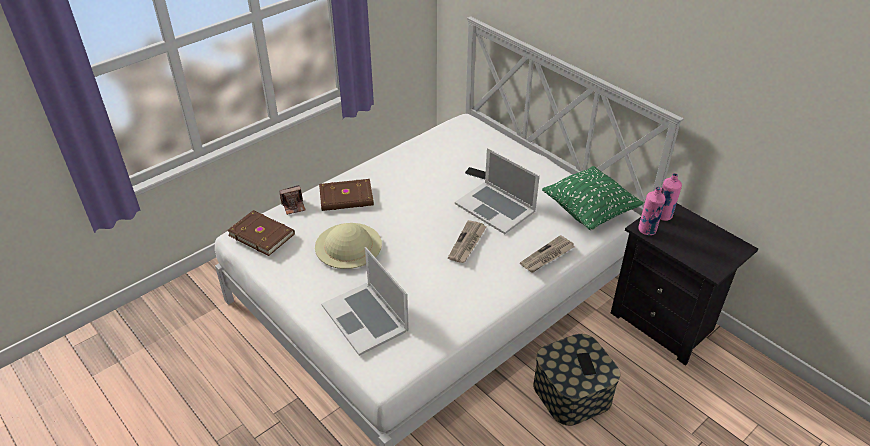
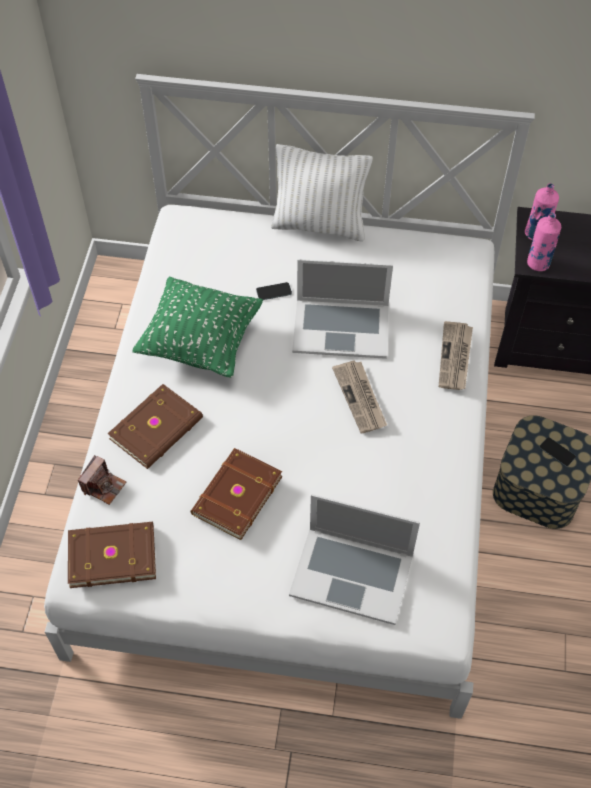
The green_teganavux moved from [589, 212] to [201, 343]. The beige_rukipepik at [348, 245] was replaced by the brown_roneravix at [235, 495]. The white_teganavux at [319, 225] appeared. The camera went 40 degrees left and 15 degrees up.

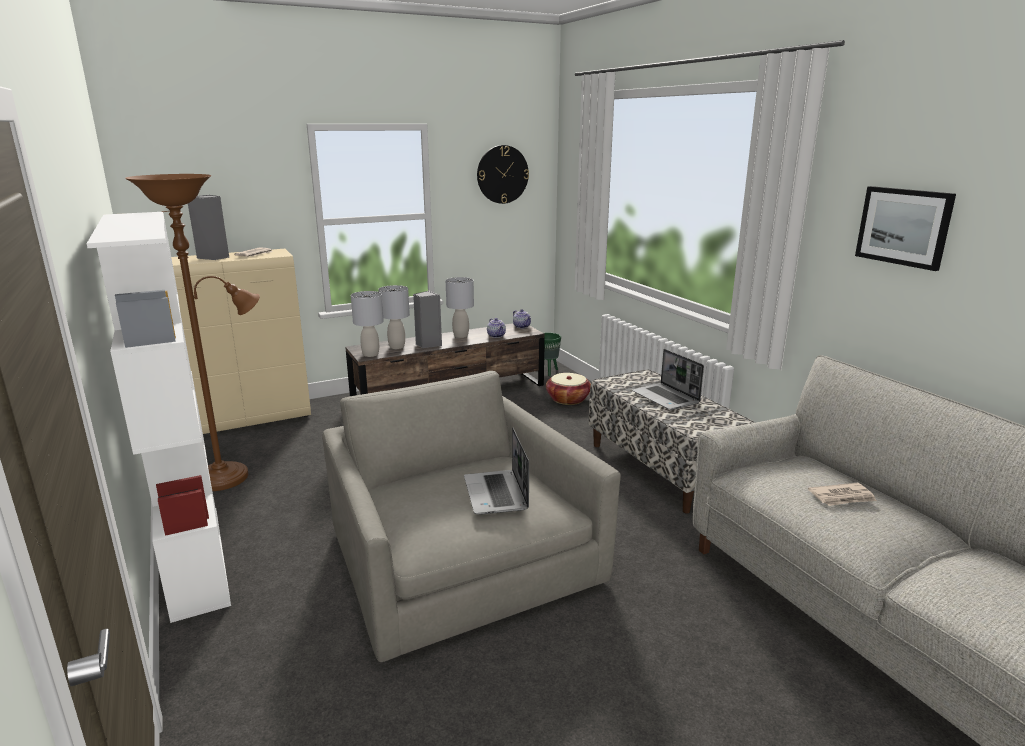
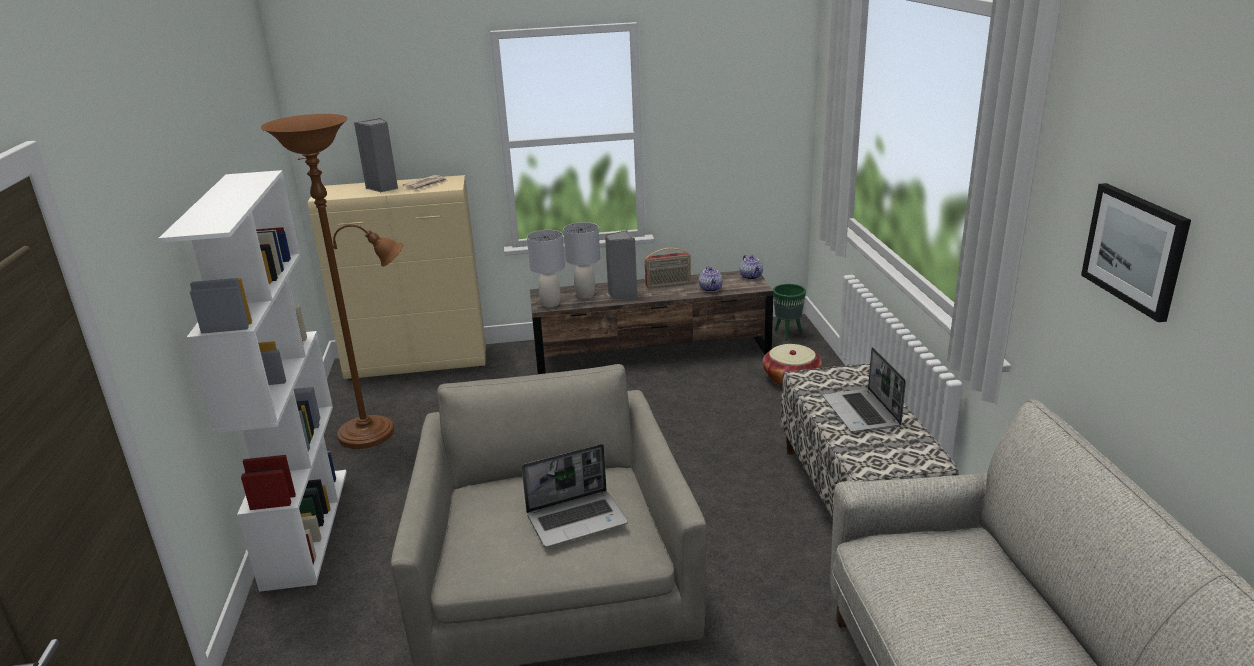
The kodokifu at [496, 494] turned 120 degrees counterclockwise. The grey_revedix at [461, 335] was replaced by the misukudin at [668, 285]. The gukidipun at [502, 174] disappeared. The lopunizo at [842, 497] disappeared. The camera went 20 degrees right and 5 degrees up.

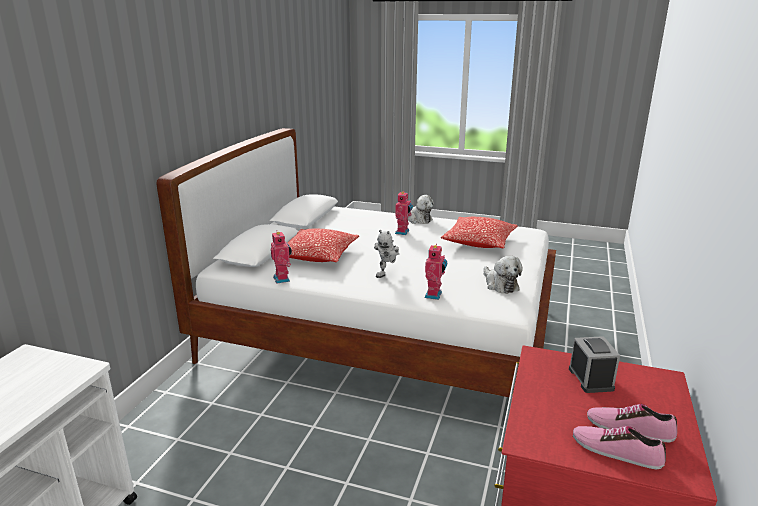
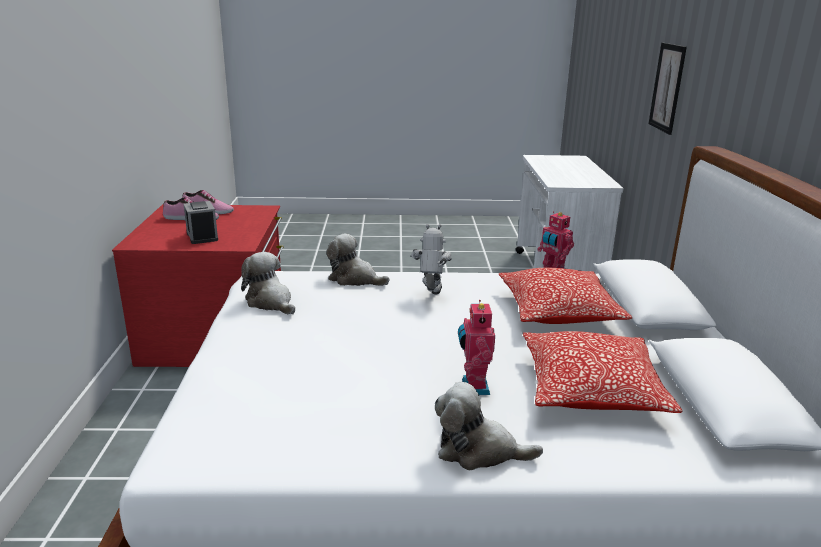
The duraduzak at [434, 295] was replaced by the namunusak at [354, 279]. The teganavux moved from [479, 242] to [591, 390]. The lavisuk at [667, 87] appeared. The camera went 160 degrees right and 0 degrees up.

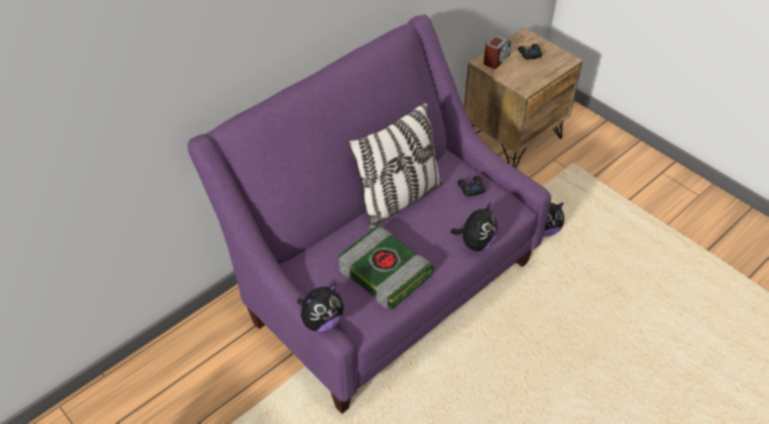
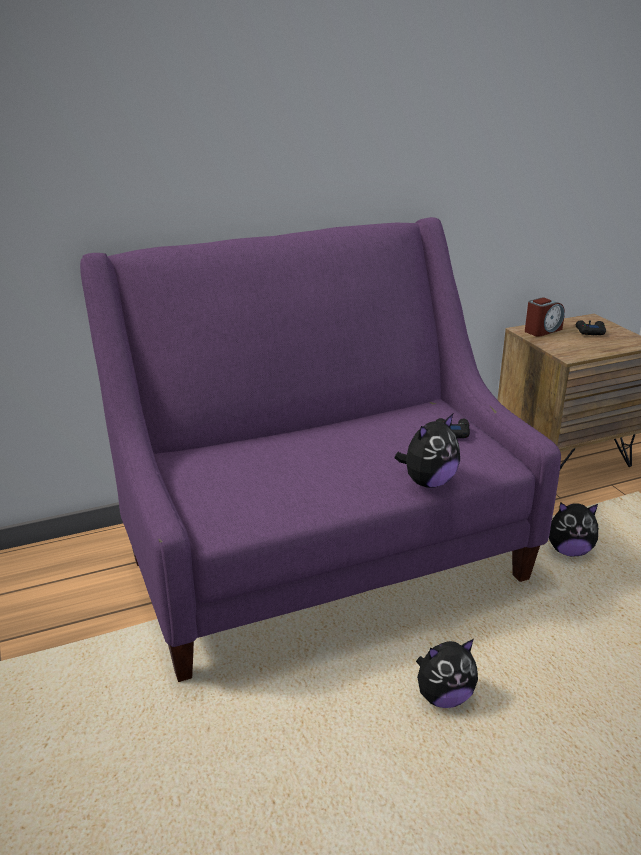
The namunusak moved from [322, 321] to [443, 697]. The roneravix at [386, 272] disappeared. The teganavux at [398, 199] disappeared. The camera went 20 degrees right and 20 degrees down.

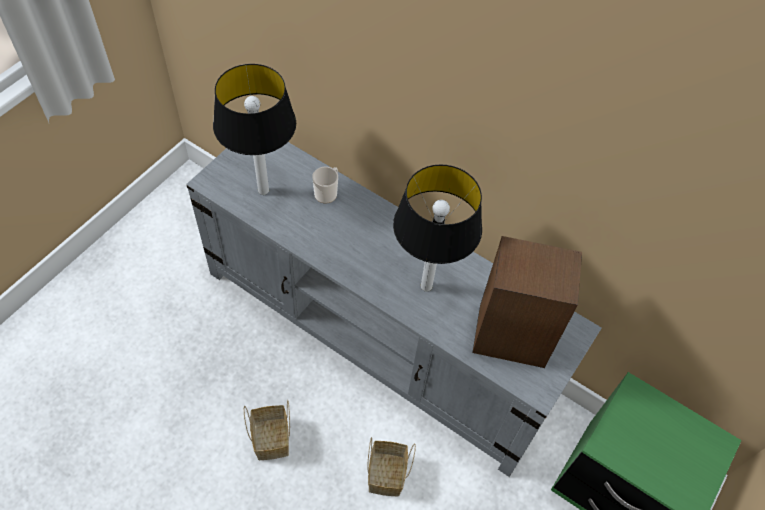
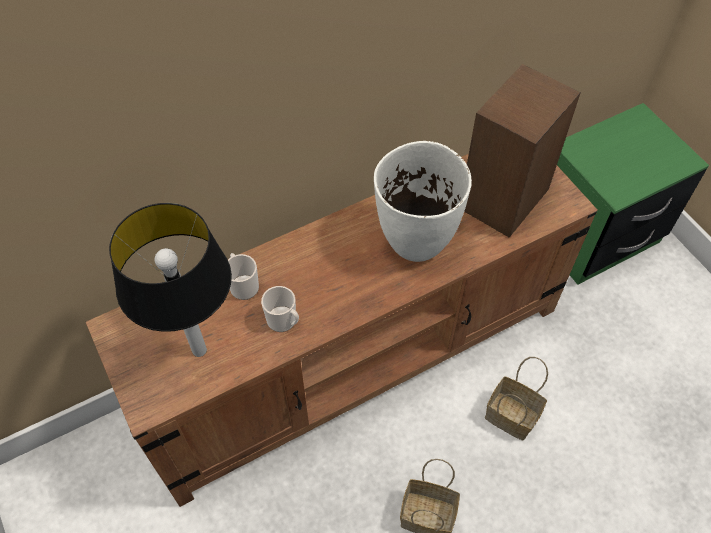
The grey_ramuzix at [378, 336] became the brown_ramuzix at [355, 358]. The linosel at [284, 321] appeared. The revedix at [427, 287] was replaced by the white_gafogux at [416, 242]. The camera went 60 degrees left and 0 degrees up.

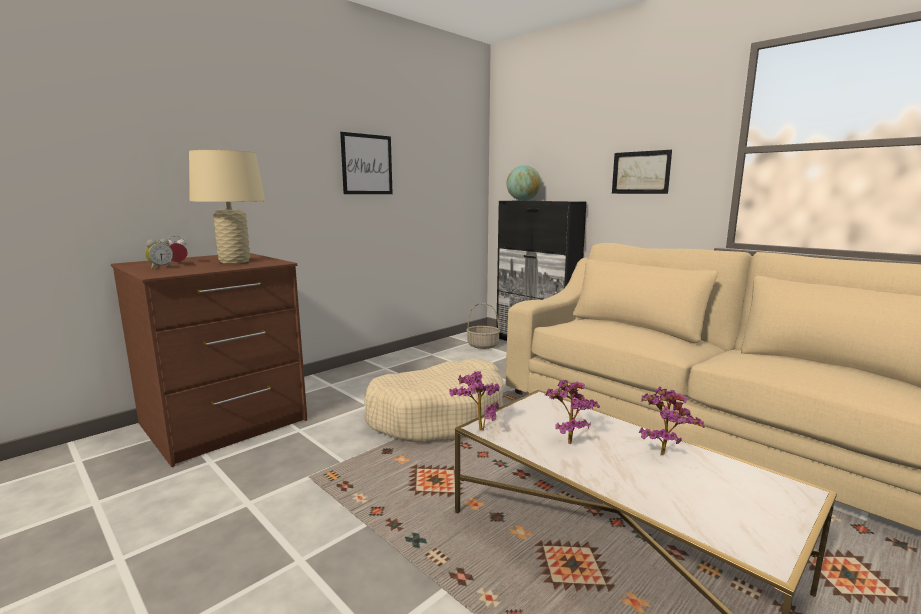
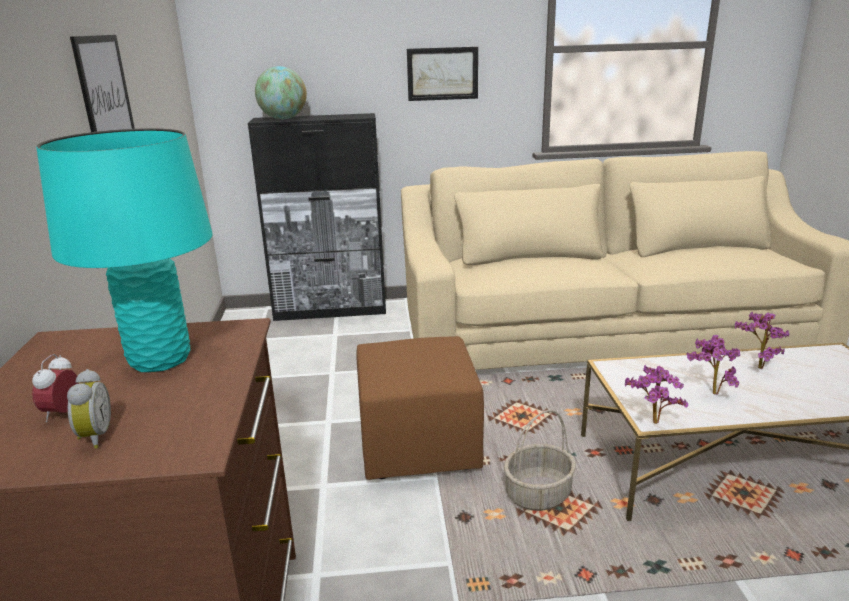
The beige_revedix at [234, 262] became the turquoise_revedix at [160, 359]. The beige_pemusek at [438, 415] was replaced by the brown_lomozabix at [419, 446]. The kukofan moved from [482, 345] to [538, 495]. The camera went 50 degrees left and 10 degrees up.

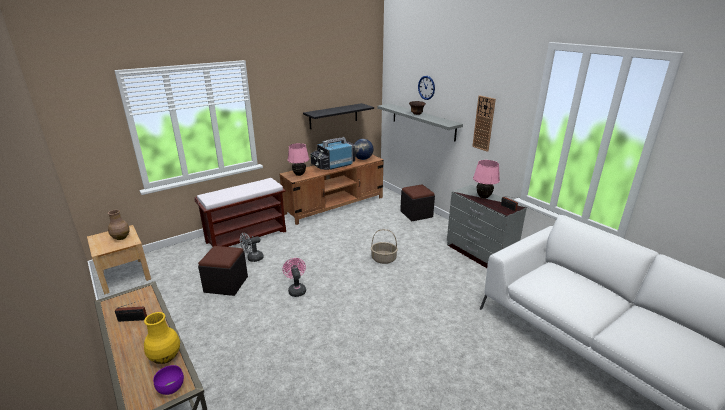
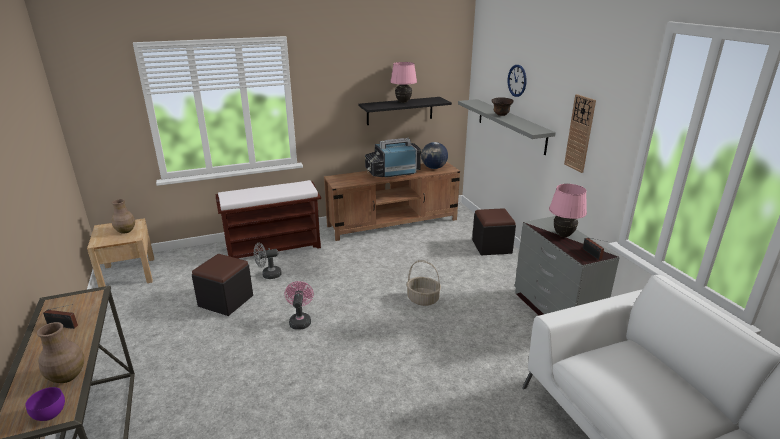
The yellow_gafogux at [165, 357] became the brown_gafogux at [66, 376]. The pink_revedix moved from [299, 175] to [403, 102]. The camera went 15 degrees right and 0 degrees up.

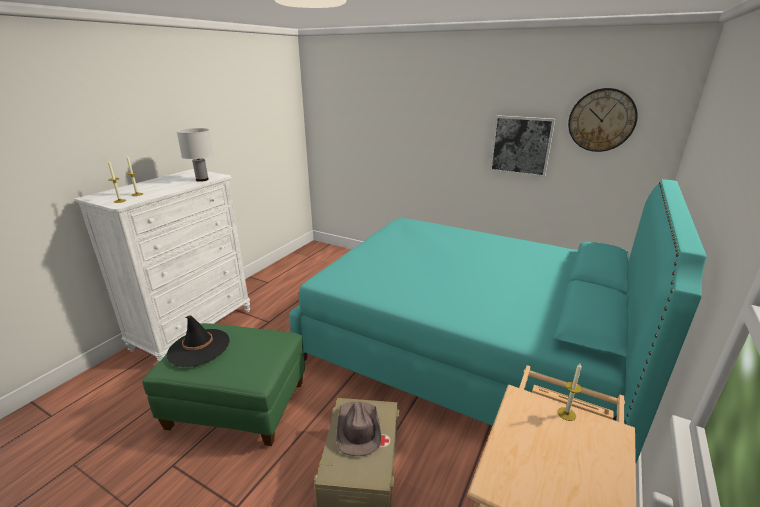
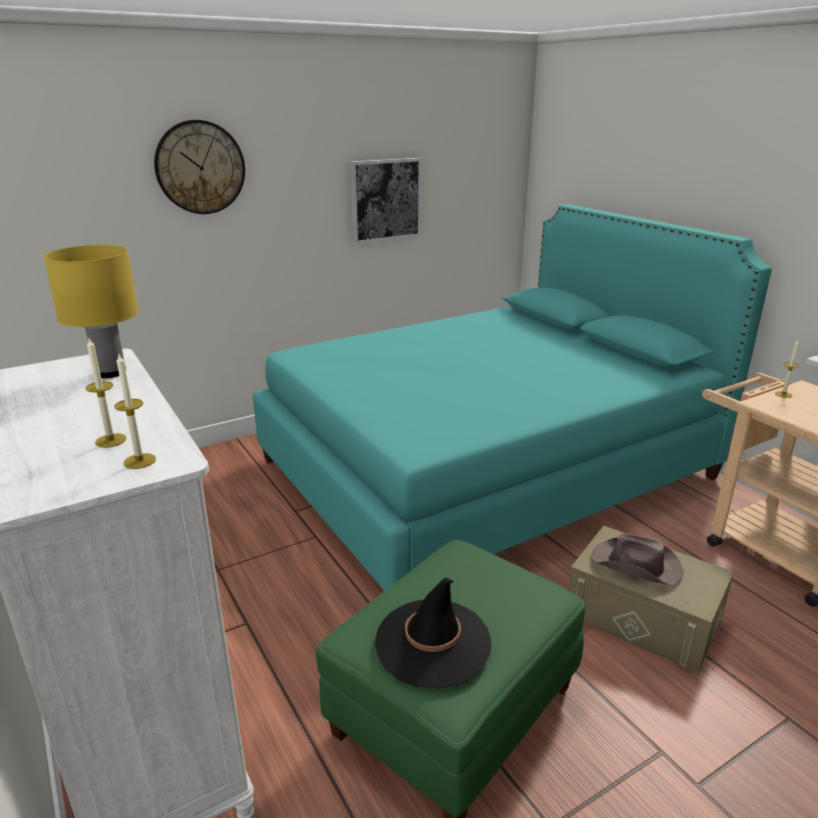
The white_revedix at [202, 179] became the yellow_revedix at [109, 372]. The gukidipun moved from [601, 120] to [200, 167]. The camera went 60 degrees left and 0 degrees up.

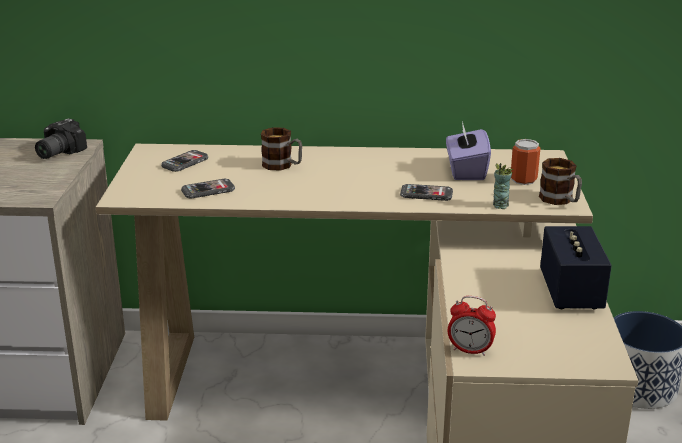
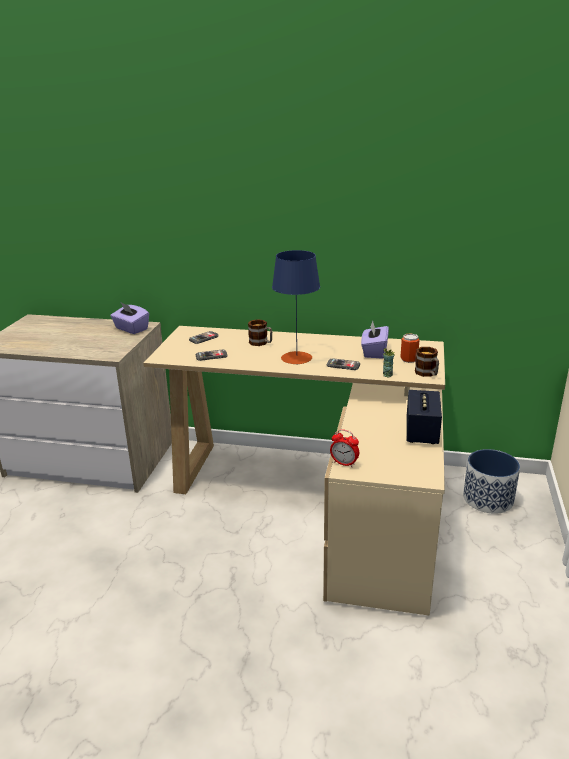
The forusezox at [56, 152] was replaced by the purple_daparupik at [131, 329]. The blue_revedix at [296, 358] appeared. The camera went 10 degrees right and 0 degrees up.

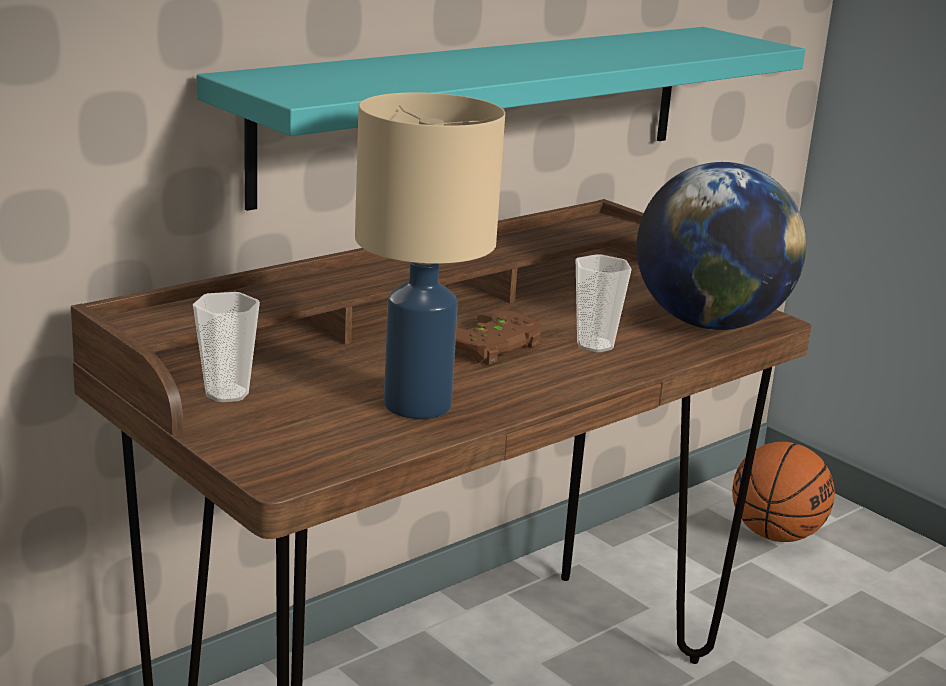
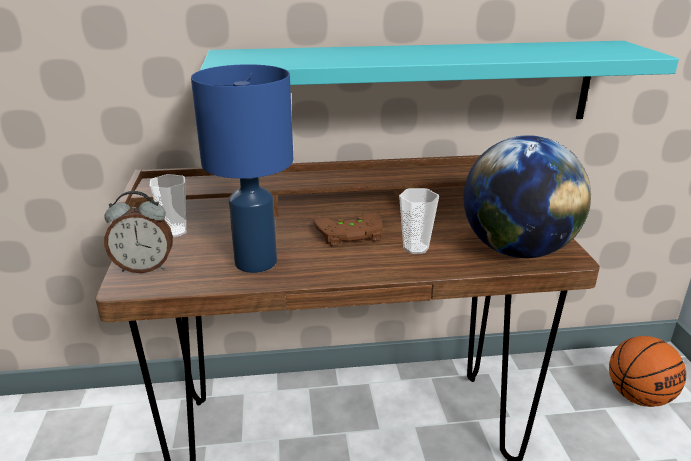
The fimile at [144, 267] appeared. The beige_revedix at [416, 405] became the blue_revedix at [254, 262]. The camera went 35 degrees right and 5 degrees up.

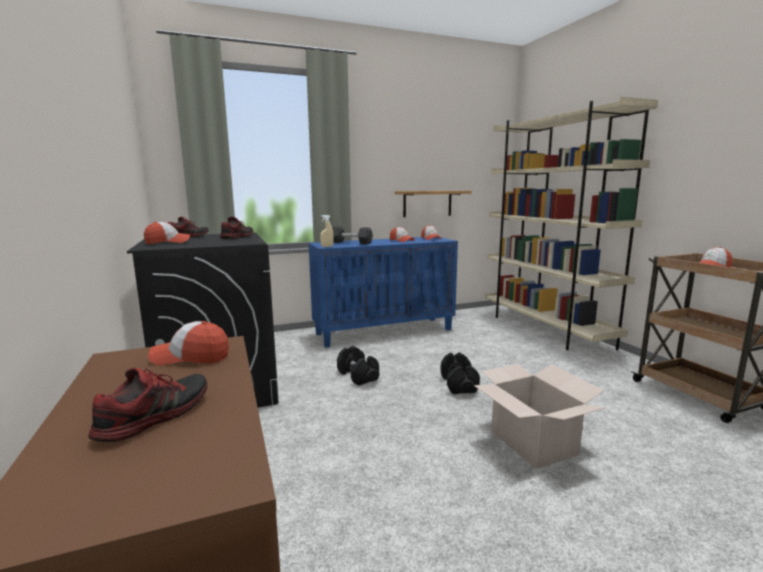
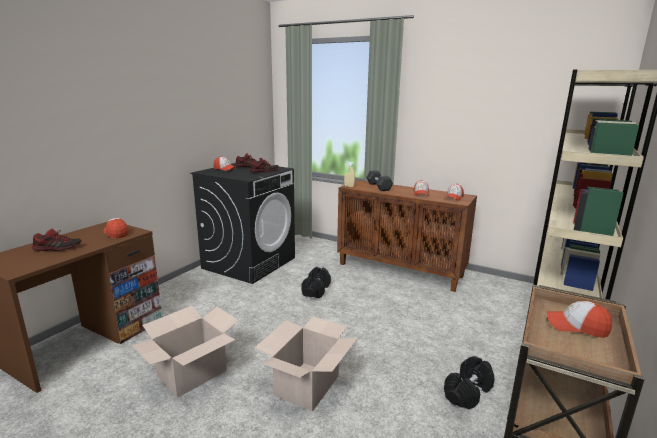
The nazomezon at [192, 373] appeared. The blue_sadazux at [384, 331] became the brown_sadazux at [401, 270]. The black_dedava moved from [459, 384] to [468, 392]. The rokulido at [427, 203] disappeared. The camera went 50 degrees right and 5 degrees up.

